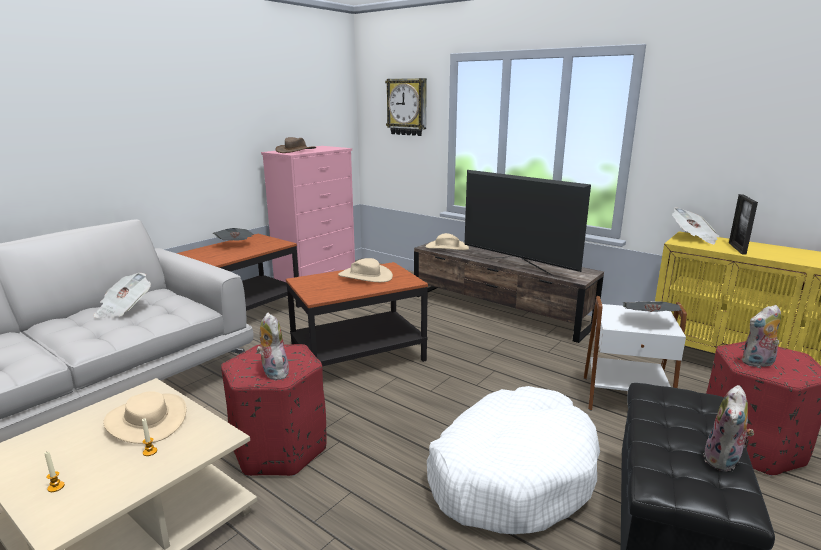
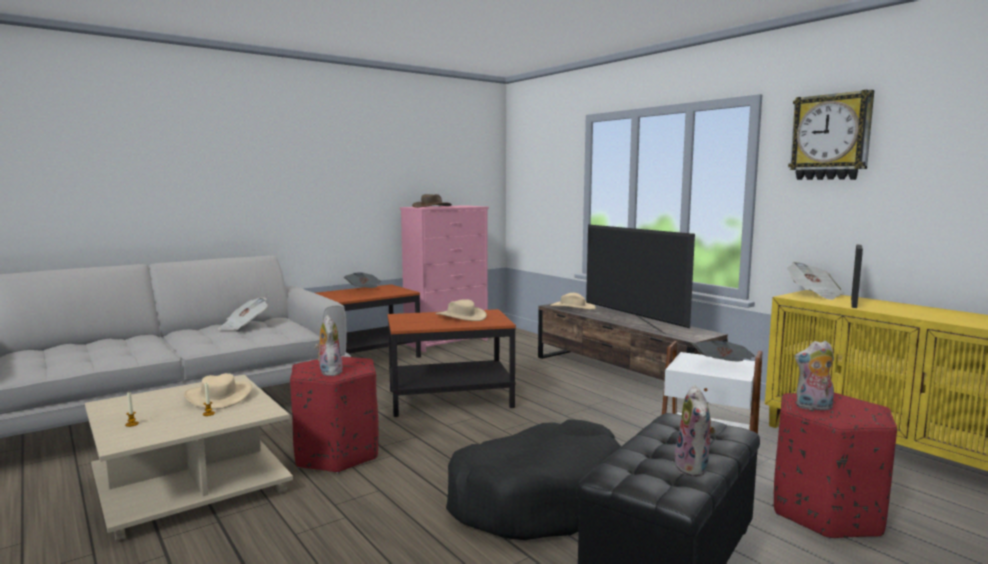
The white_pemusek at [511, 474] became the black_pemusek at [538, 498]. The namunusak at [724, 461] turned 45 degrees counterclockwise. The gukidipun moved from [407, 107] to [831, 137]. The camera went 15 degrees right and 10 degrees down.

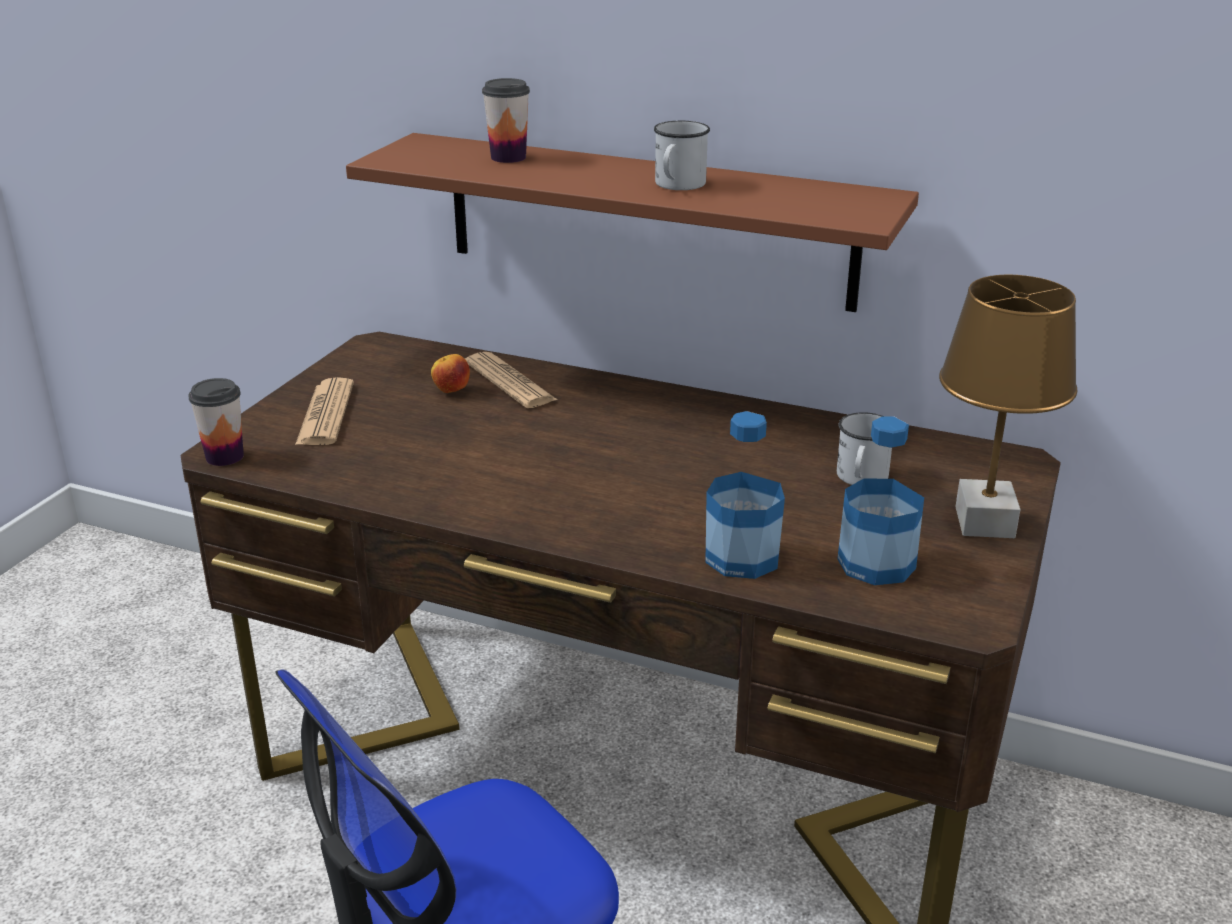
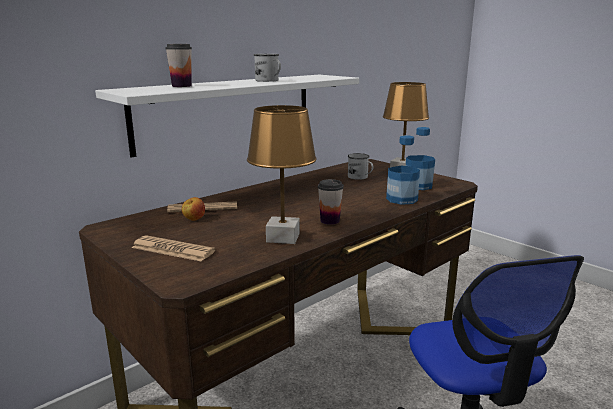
The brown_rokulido at [647, 221] became the white_rokulido at [227, 111]. The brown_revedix at [283, 237] appeared. The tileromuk moved from [224, 457] to [330, 221]. The camera went 65 degrees left and 10 degrees down.

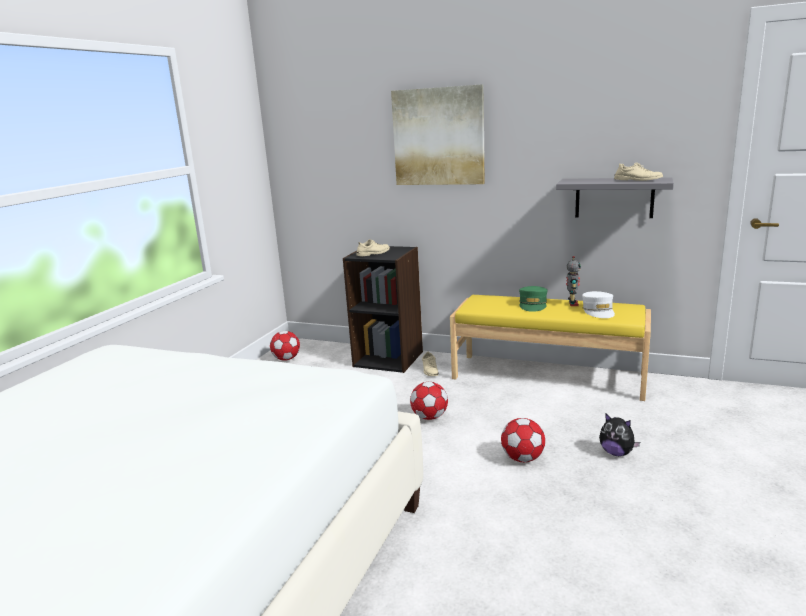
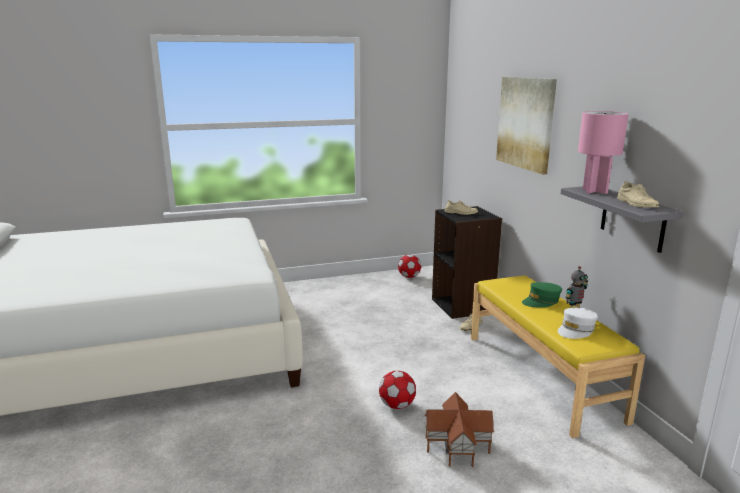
The namunusak at [616, 453] was replaced by the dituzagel at [458, 446]. The pink_revedix at [595, 191] appeared. The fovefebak at [429, 417] disappeared. The camera went 50 degrees right and 0 degrees up.

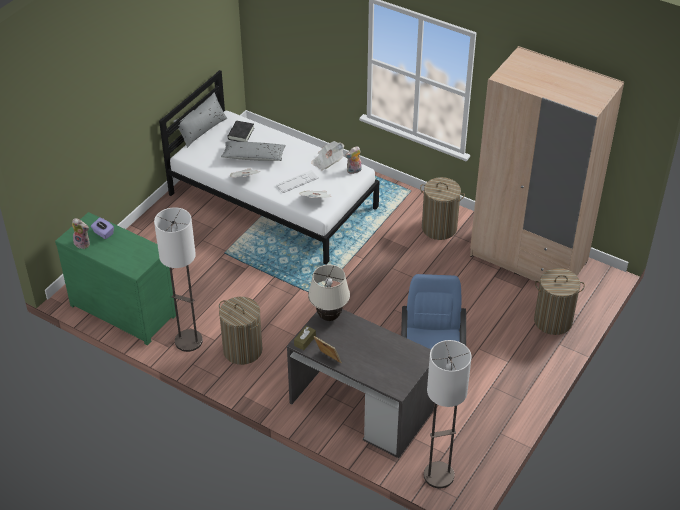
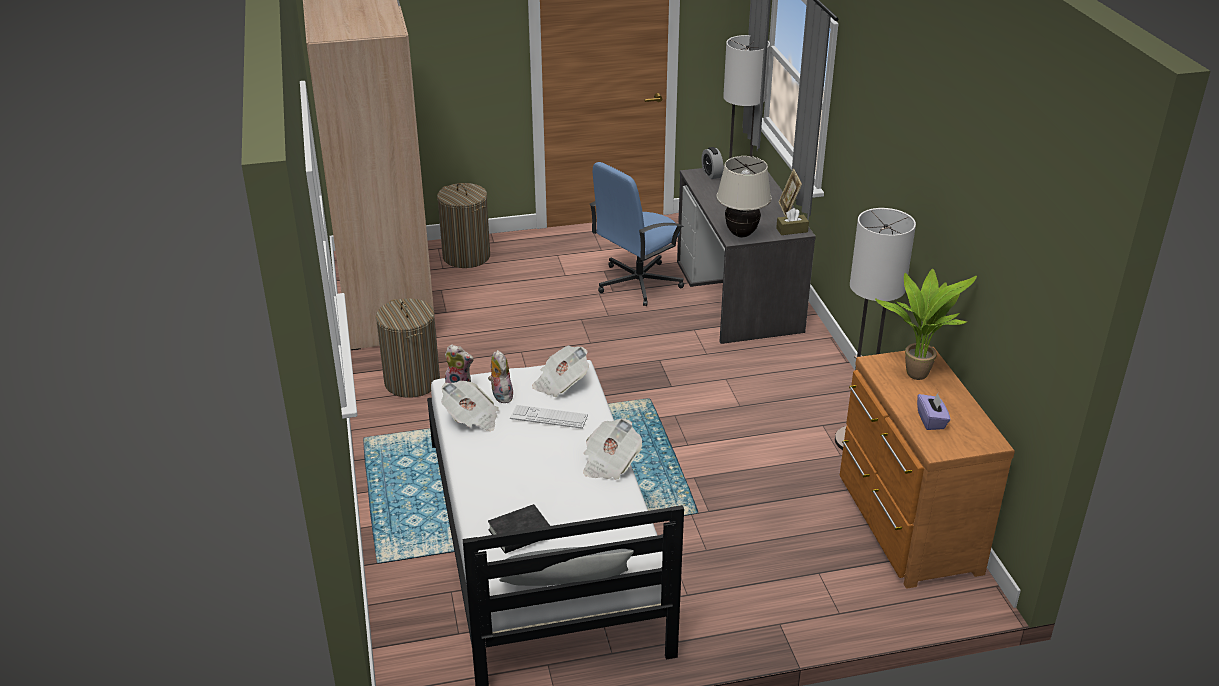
The namunusak moved from [83, 243] to [500, 395]. The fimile at [711, 174] appeared. The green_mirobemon at [125, 308] became the brown_mirobemon at [905, 525]. The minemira at [917, 373] appeared. The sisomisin at [242, 350] disappeared. The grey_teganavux at [253, 156] disappeared. The camera went 135 degrees left and 10 degrees down.

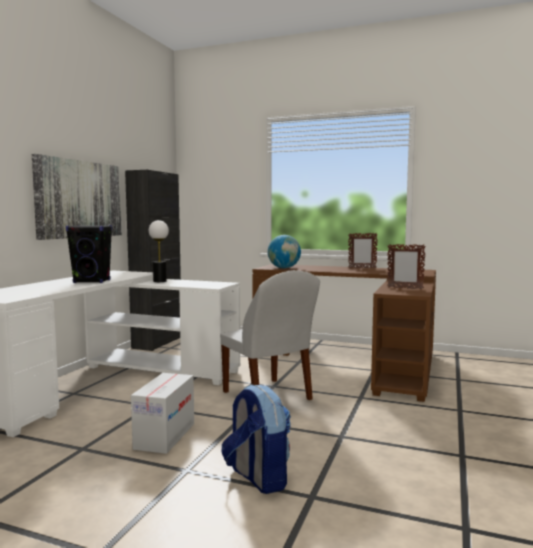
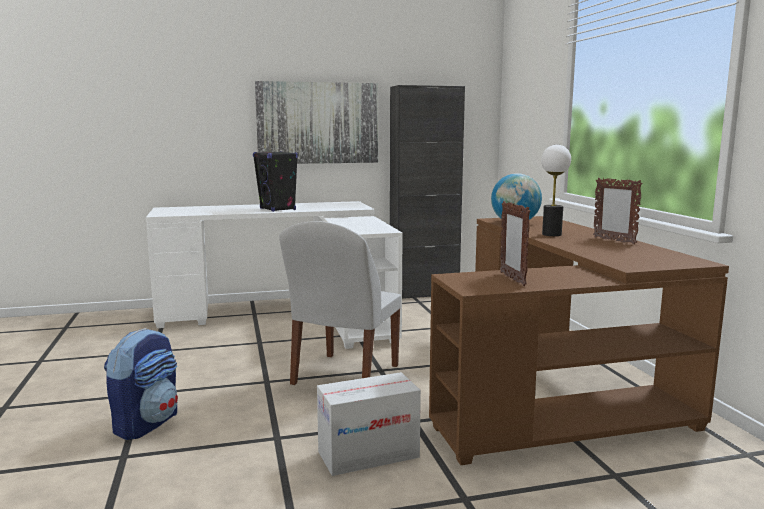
The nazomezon moved from [165, 436] to [368, 455]. The revedix moved from [160, 281] to [552, 234]. The camera went 55 degrees right and 5 degrees up.

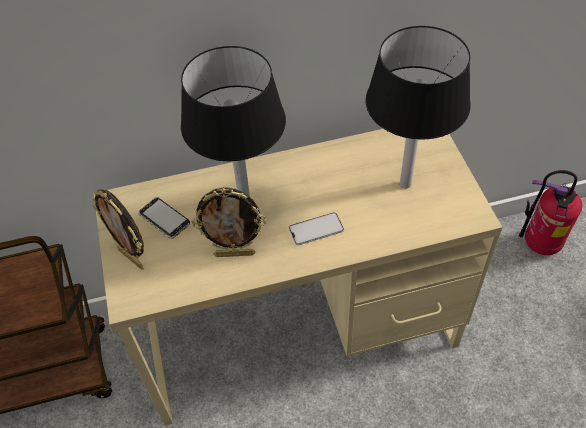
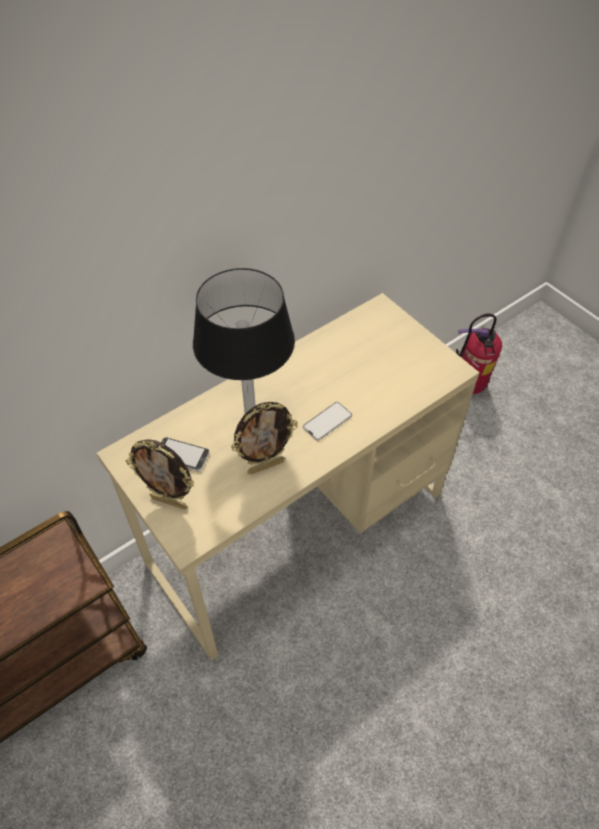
The black_revedix at [405, 184] disappeared. The camera went 25 degrees left and 0 degrees up.

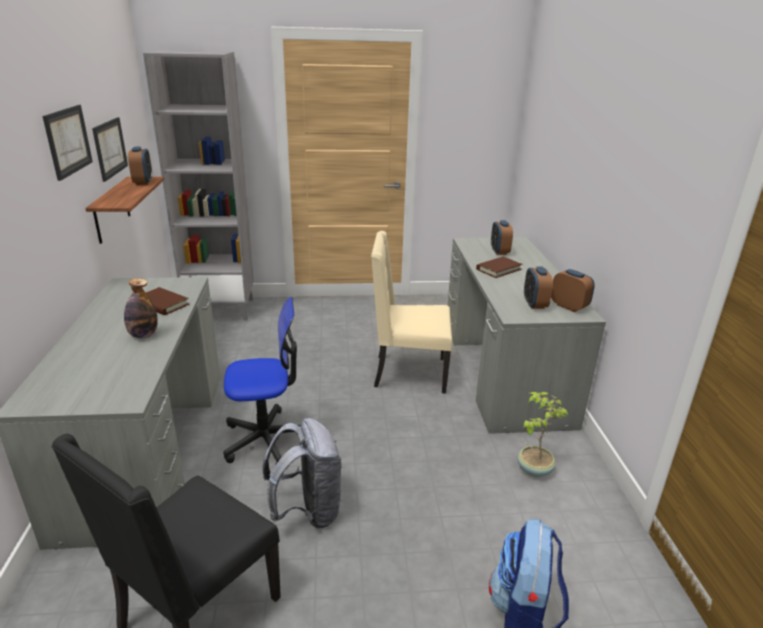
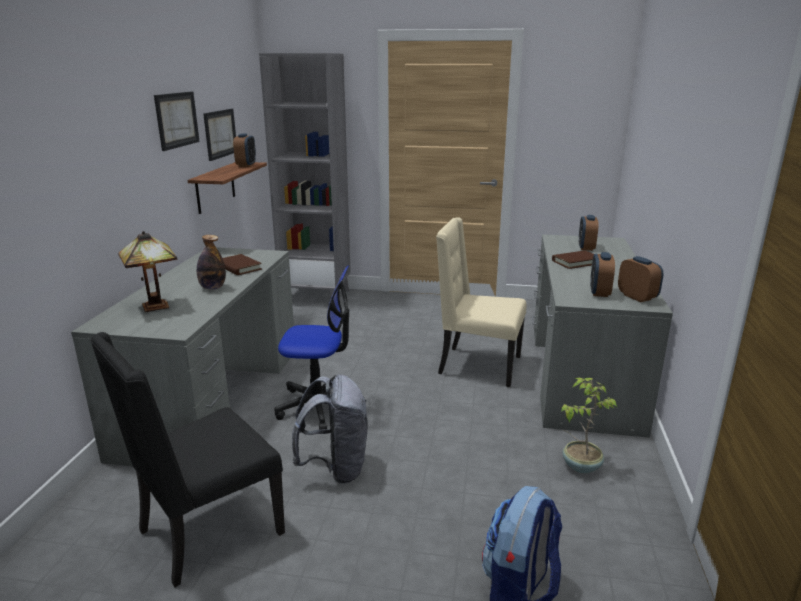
The revedix at [157, 307] appeared. The camera went 15 degrees right and 5 degrees down.

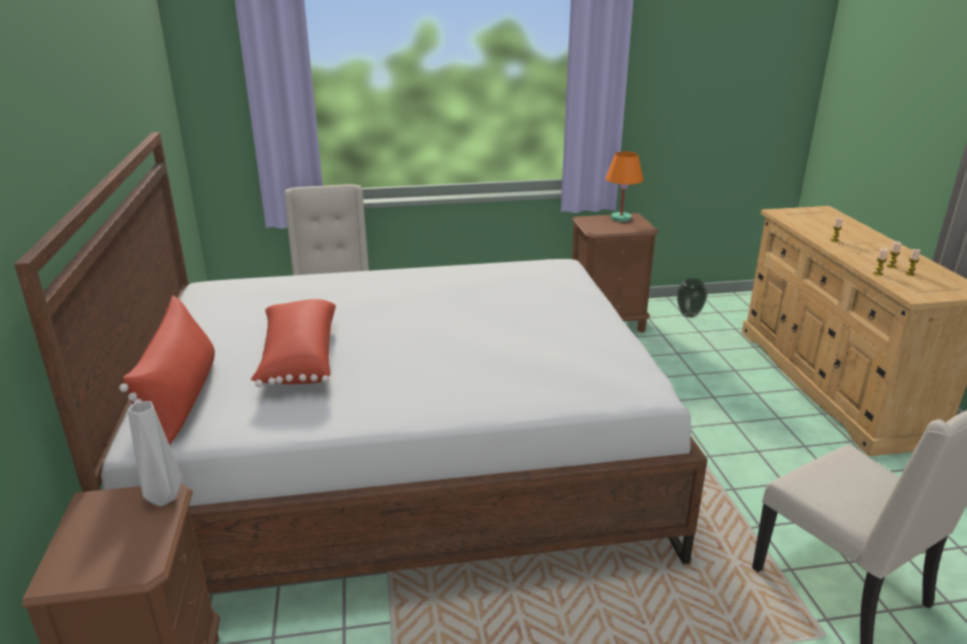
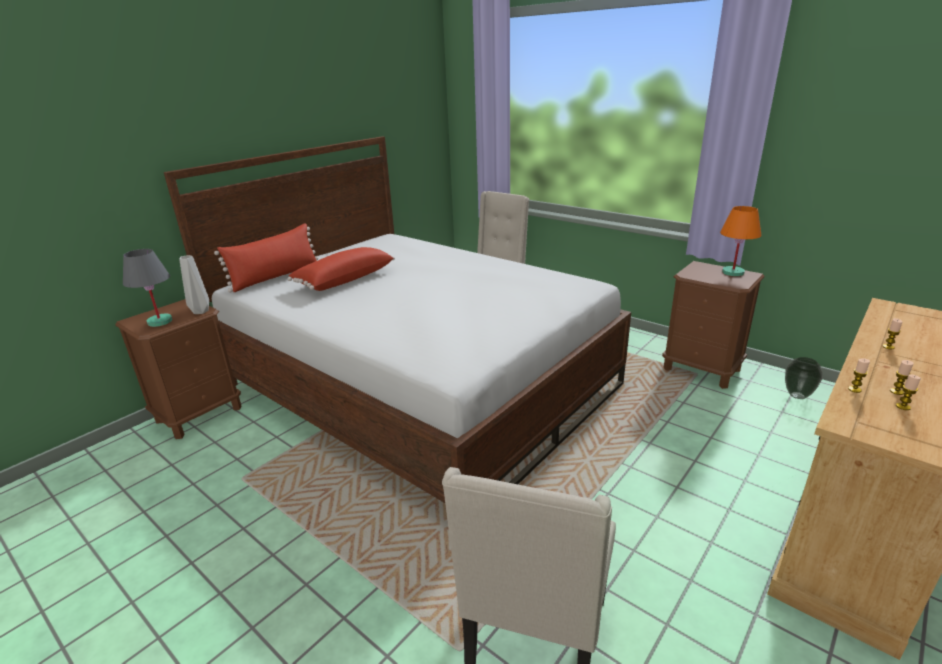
The grey_revedix at [160, 321] appeared. The camera went 50 degrees right and 0 degrees up.

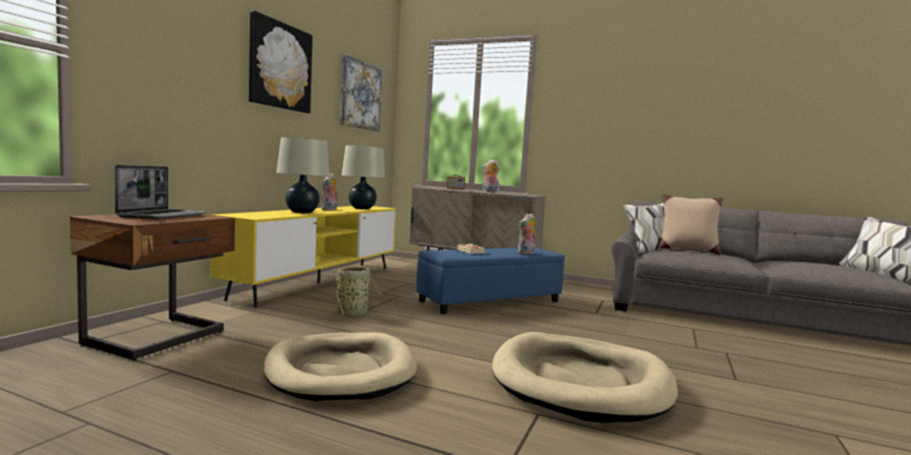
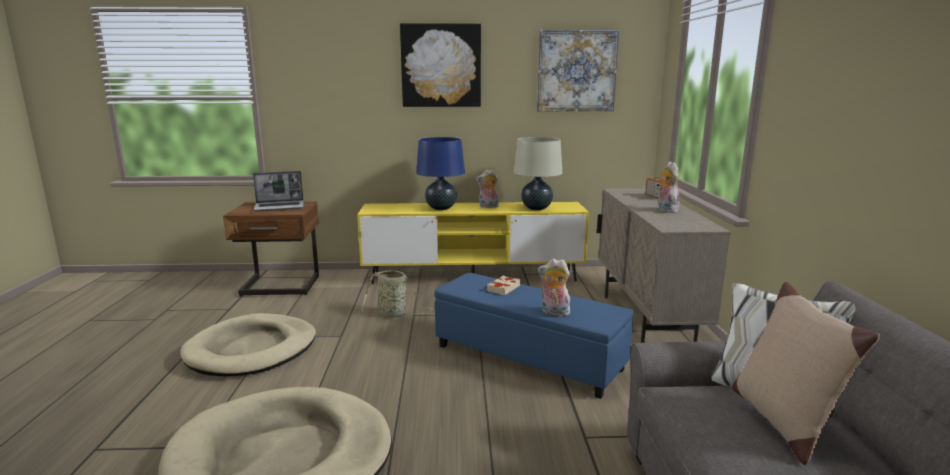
The beige_revedix at [302, 212] became the blue_revedix at [441, 208]. The camera went 65 degrees right and 10 degrees up.

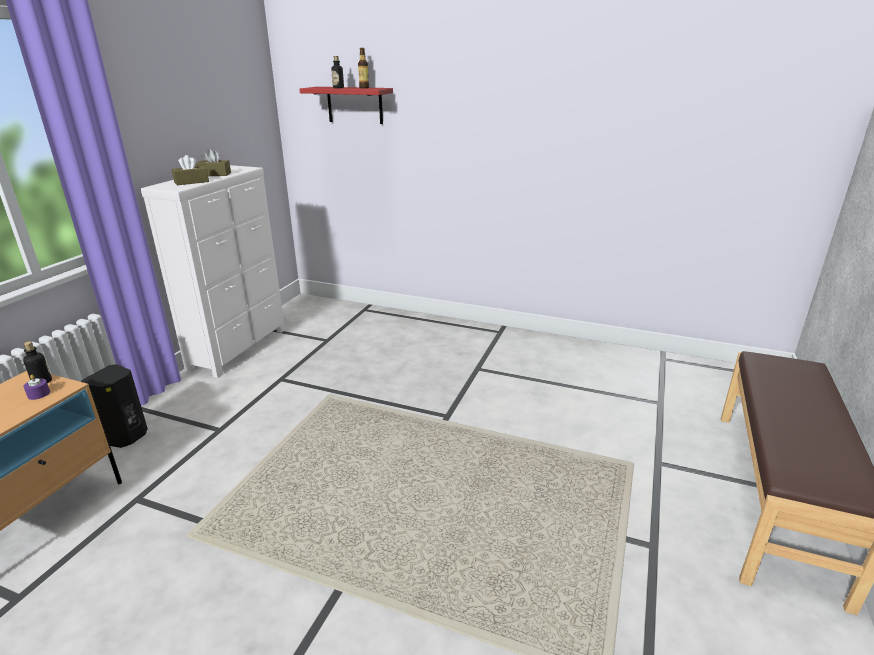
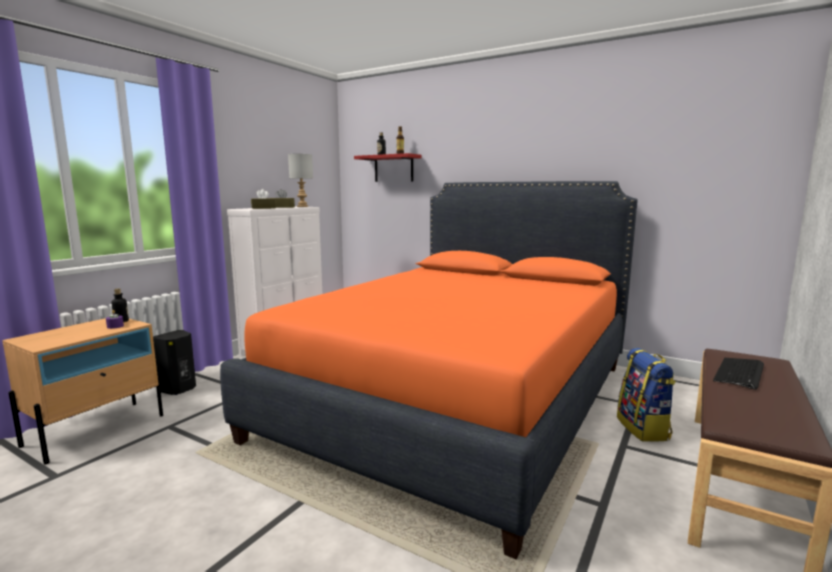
The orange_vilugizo at [459, 399] appeared. The grey_revedix at [302, 206] appeared. The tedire at [643, 428] appeared. The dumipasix at [740, 373] appeared. The camera went 10 degrees right and 15 degrees down.

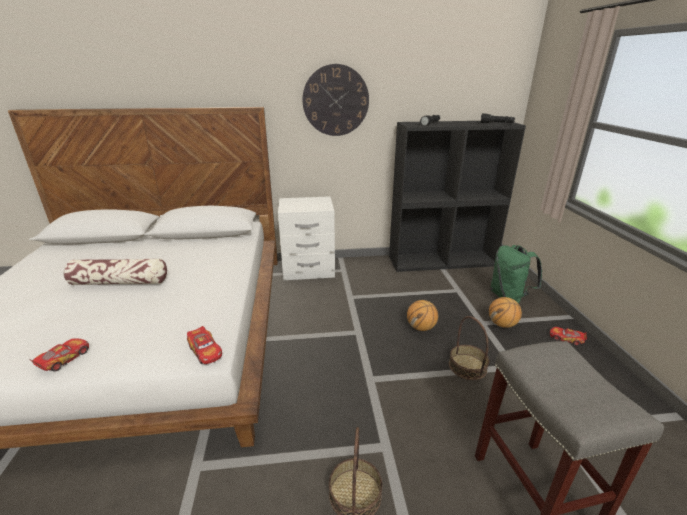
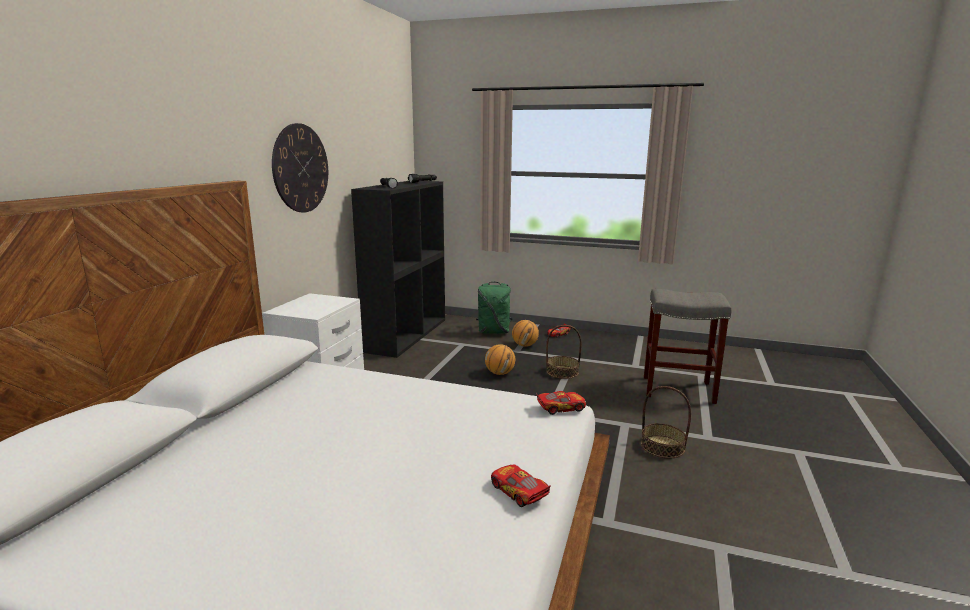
The teganavux at [120, 282] disappeared. The camera went 65 degrees left and 10 degrees down.

